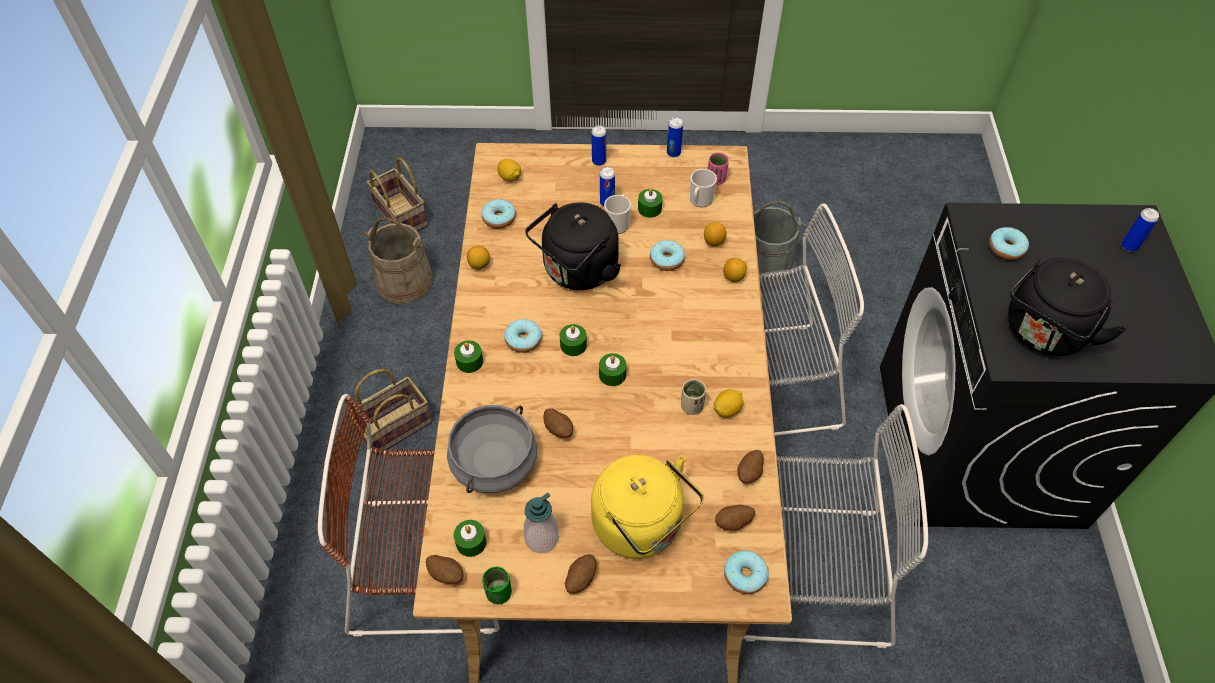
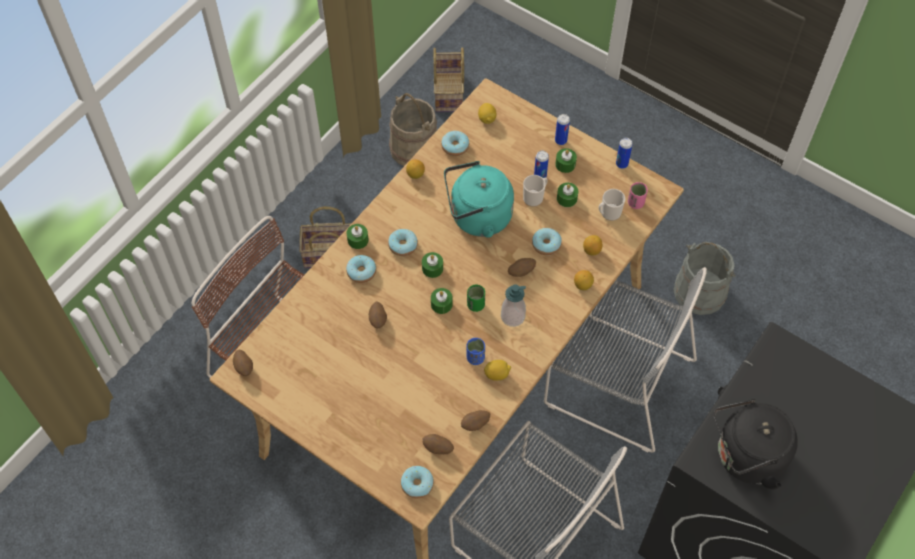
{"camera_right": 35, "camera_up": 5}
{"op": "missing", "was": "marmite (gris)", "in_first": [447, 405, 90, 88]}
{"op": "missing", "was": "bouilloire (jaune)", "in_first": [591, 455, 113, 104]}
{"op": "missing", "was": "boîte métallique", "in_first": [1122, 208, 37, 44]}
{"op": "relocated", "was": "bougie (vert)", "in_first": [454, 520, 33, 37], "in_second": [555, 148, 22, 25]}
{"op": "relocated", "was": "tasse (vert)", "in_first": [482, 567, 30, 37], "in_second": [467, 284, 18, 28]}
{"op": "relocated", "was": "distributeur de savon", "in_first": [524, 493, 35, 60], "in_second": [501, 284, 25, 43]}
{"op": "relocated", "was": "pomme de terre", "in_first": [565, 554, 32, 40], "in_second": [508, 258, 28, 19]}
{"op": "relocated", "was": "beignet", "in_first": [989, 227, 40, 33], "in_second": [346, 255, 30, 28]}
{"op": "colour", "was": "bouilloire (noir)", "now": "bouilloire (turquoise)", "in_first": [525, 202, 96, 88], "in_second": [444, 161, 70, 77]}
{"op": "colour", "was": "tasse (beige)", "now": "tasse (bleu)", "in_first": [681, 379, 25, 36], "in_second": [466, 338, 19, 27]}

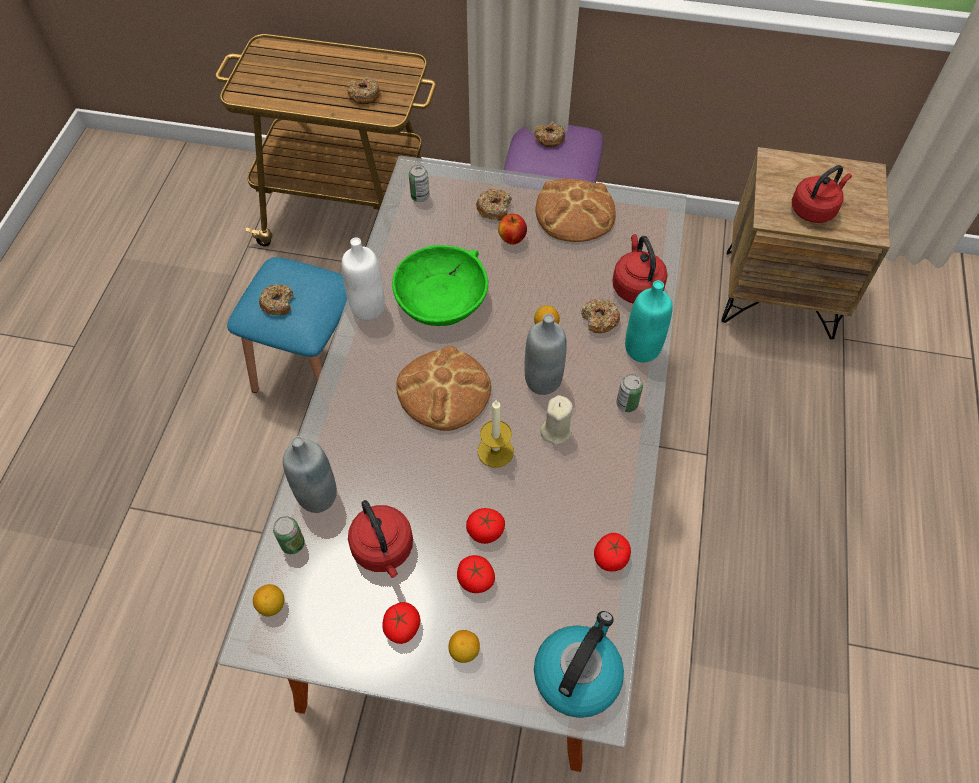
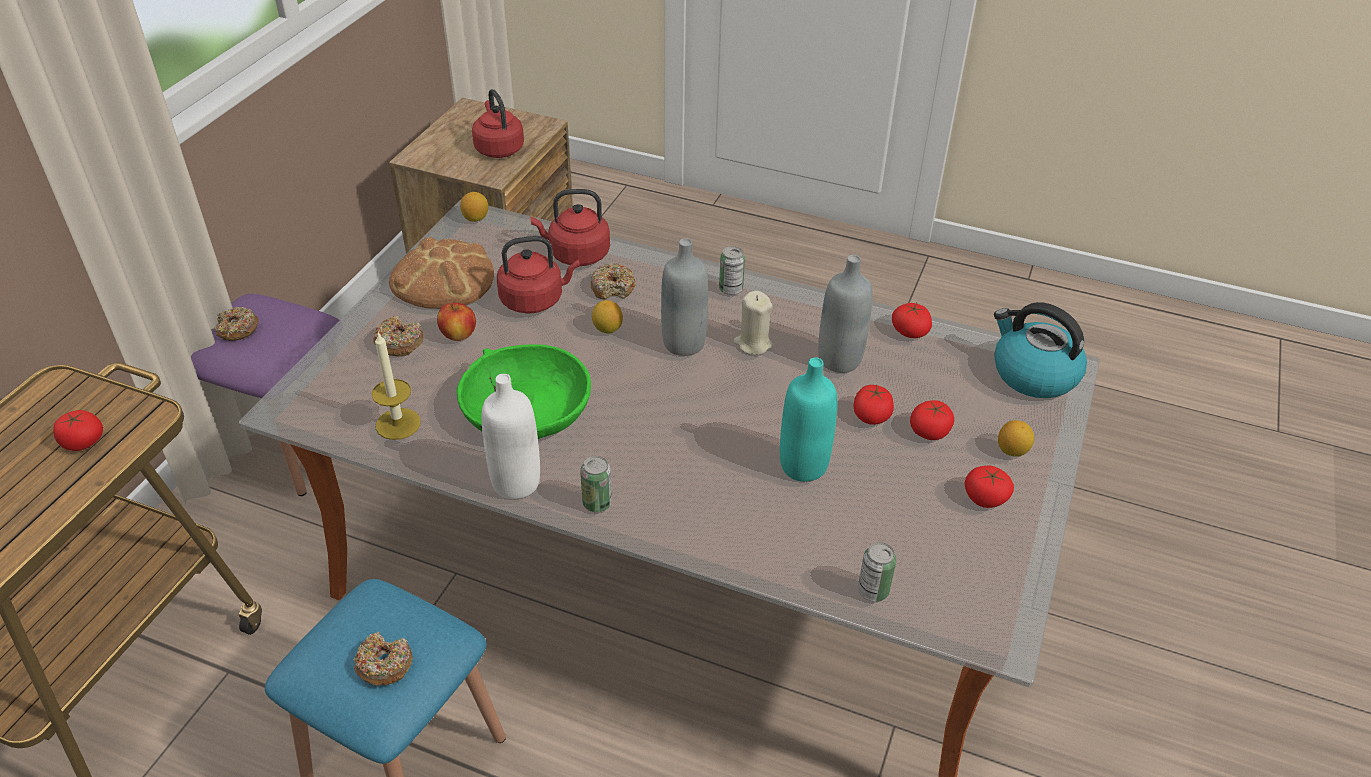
{"camera_right": -80, "camera_up": -15}
{"op": "missing", "was": "pain", "in_first": [396, 346, 95, 85]}
{"op": "relocated", "was": "citron", "in_first": [253, 584, 31, 32], "in_second": [460, 192, 28, 30]}
{"op": "relocated", "was": "bouteille (gris)", "in_first": [283, 436, 54, 77], "in_second": [818, 255, 55, 118]}
{"op": "relocated", "was": "bouilloire (rouge)", "in_first": [348, 500, 65, 78], "in_second": [497, 236, 83, 78]}
{"op": "relocated", "was": "boîte métallique", "in_first": [409, 165, 20, 37], "in_second": [580, 456, 32, 56]}
{"op": "relocated", "was": "bougie", "in_first": [478, 399, 36, 69], "in_second": [372, 332, 49, 108]}
{"op": "relocated", "was": "bouteille (turquoise)", "in_first": [625, 280, 47, 83], "in_second": [780, 358, 57, 124]}
{"op": "exchanged", "was": "beignet", "now": "tomate", "in_first": [347, 77, 34, 27], "in_second": [53, 410, 50, 41]}

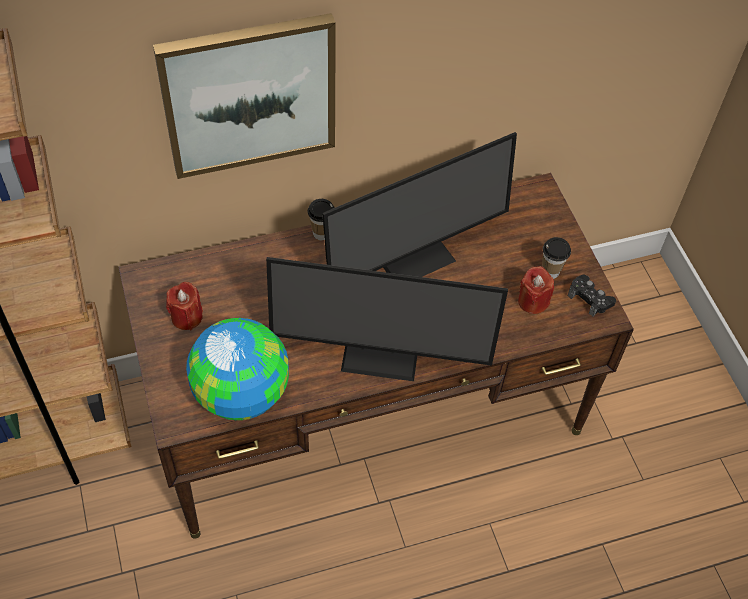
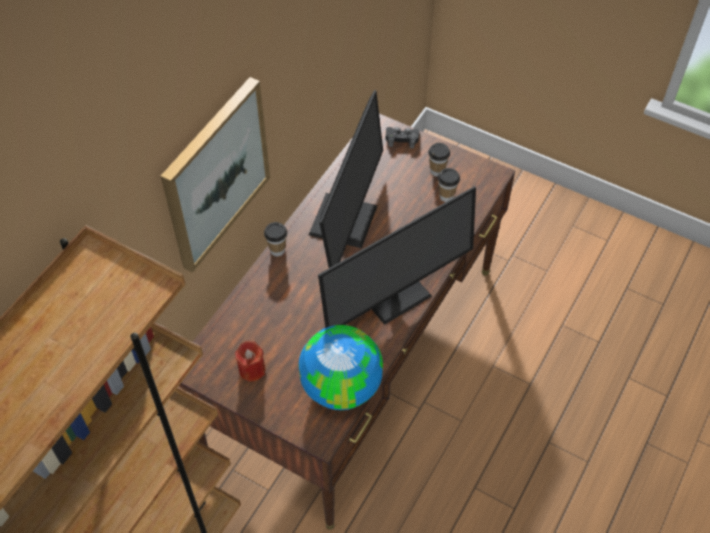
{"camera_right": -40, "camera_up": 0}
{"op": "relocated", "was": "manette (noir)", "in_first": [568, 275, 48, 42], "in_second": [385, 127, 34, 21]}
{"op": "exchanged", "was": "bougie (rouge)", "now": "tasse", "in_first": [518, 266, 36, 48], "in_second": [438, 168, 22, 34]}

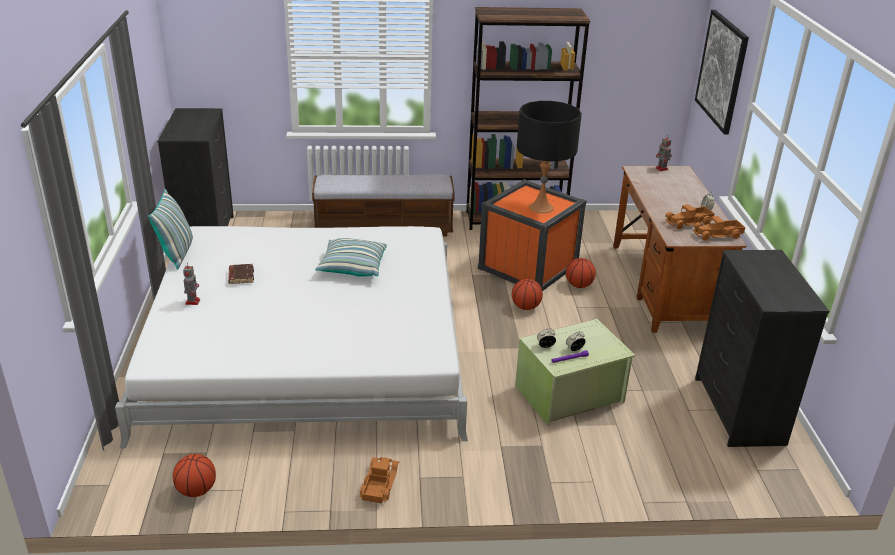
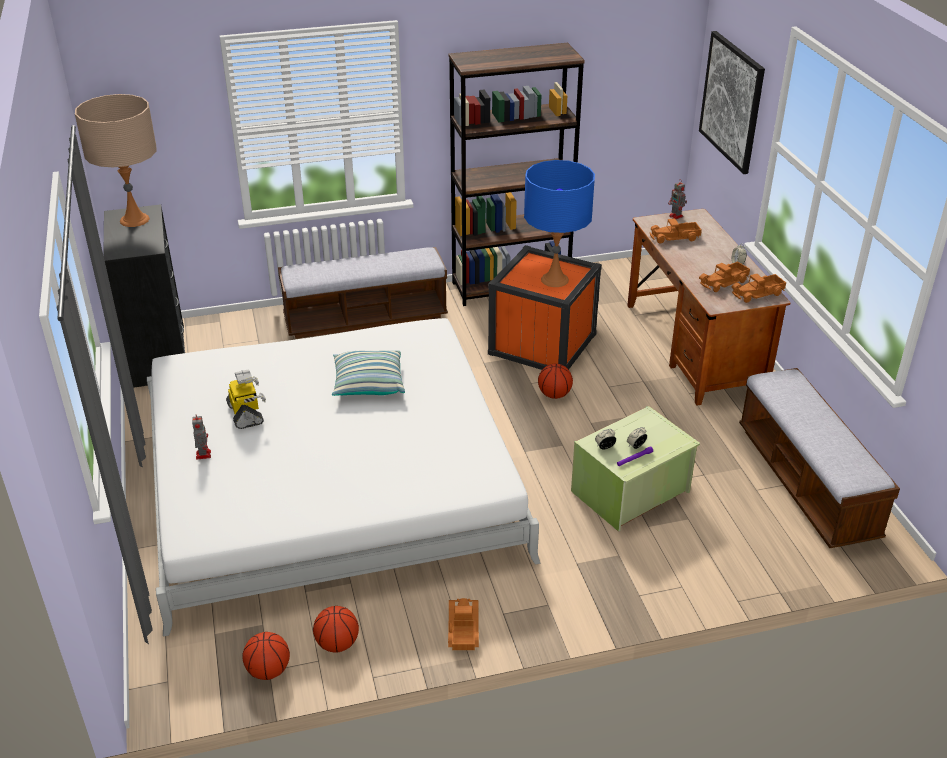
{"camera_right": -10, "camera_up": 5}
{"op": "missing", "was": "coussin", "in_first": [148, 189, 45, 81]}
{"op": "appeared", "now": "lampe de table (beige)", "in_second": [75, 94, 82, 133]}
{"op": "appeared", "now": "camion jouet", "in_second": [649, 218, 53, 26]}
{"op": "relocated", "was": "ballon de basket", "in_first": [566, 258, 30, 30], "in_second": [313, 606, 46, 47]}
{"op": "exchanged", "was": "livre (marron)", "now": "robot jouet", "in_first": [228, 264, 26, 20], "in_second": [226, 369, 40, 60]}
{"op": "exchanged", "was": "commode (noir)", "now": "banc", "in_first": [695, 250, 134, 197], "in_second": [739, 368, 161, 180]}
{"op": "colour", "was": "lampe de table (noir)", "now": "lampe de table (bleu)", "in_first": [517, 101, 65, 113], "in_second": [524, 160, 71, 127]}

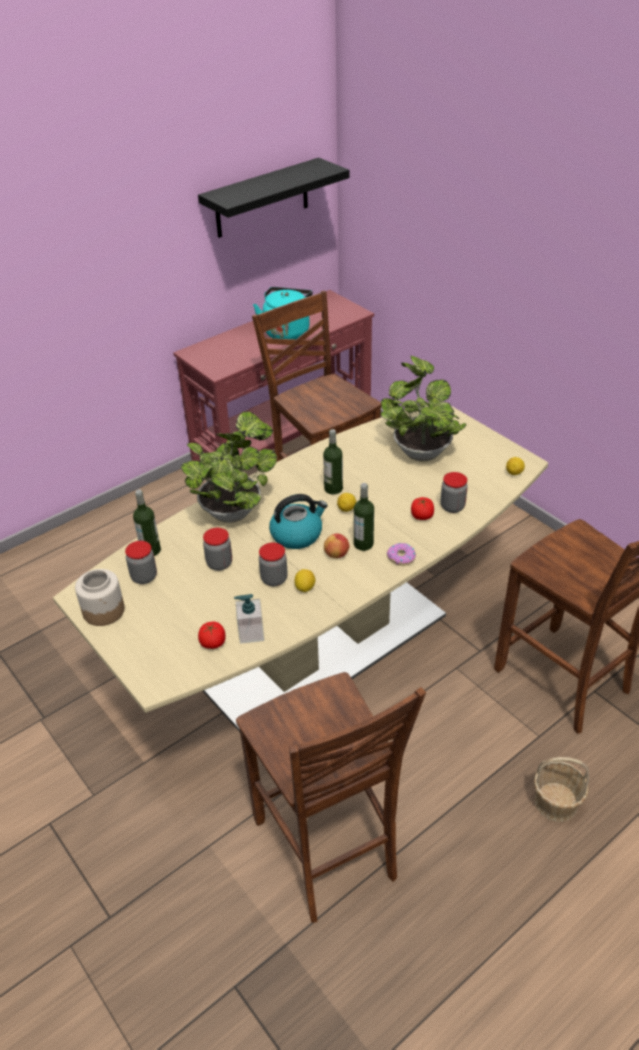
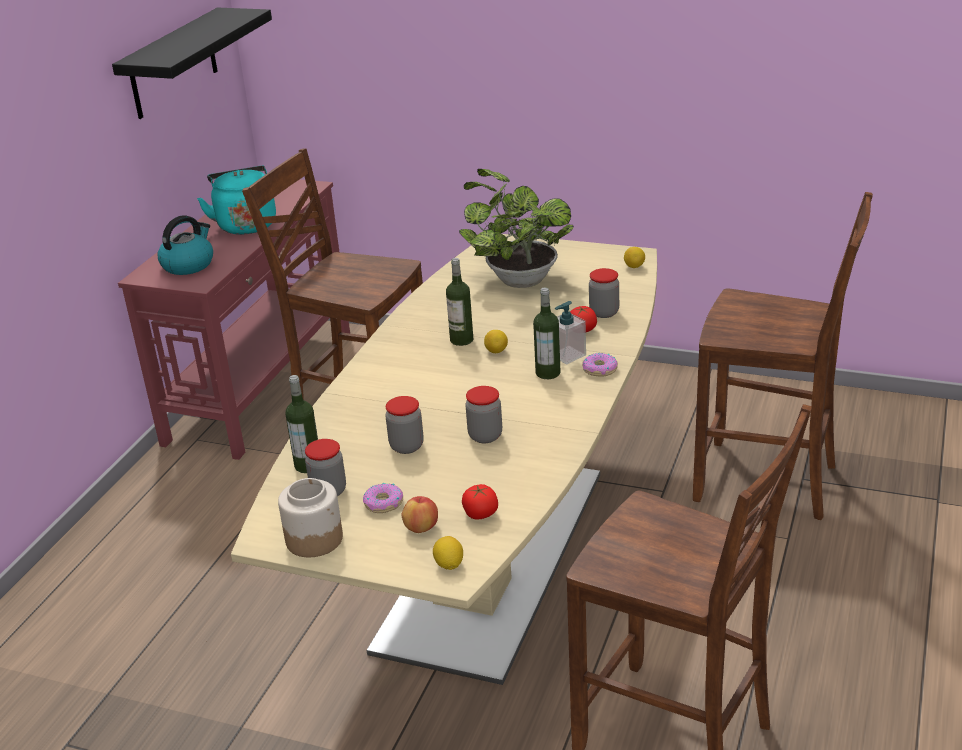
{"camera_right": -30, "camera_up": -10}
{"op": "missing", "was": "plante en pot", "in_first": [181, 411, 96, 112]}
{"op": "missing", "was": "panier", "in_first": [534, 757, 55, 65]}
{"op": "appeared", "now": "beignet", "in_second": [363, 483, 40, 30]}
{"op": "relocated", "was": "distributeur de savon", "in_first": [234, 594, 30, 50], "in_second": [555, 301, 31, 63]}
{"op": "relocated", "was": "bouilloire", "in_first": [269, 494, 59, 55], "in_second": [157, 215, 56, 60]}
{"op": "relocated", "was": "citron", "in_first": [295, 569, 20, 23], "in_second": [433, 536, 30, 34]}
{"op": "relocated", "was": "pomme", "in_first": [324, 533, 25, 25], "in_second": [402, 496, 36, 37]}

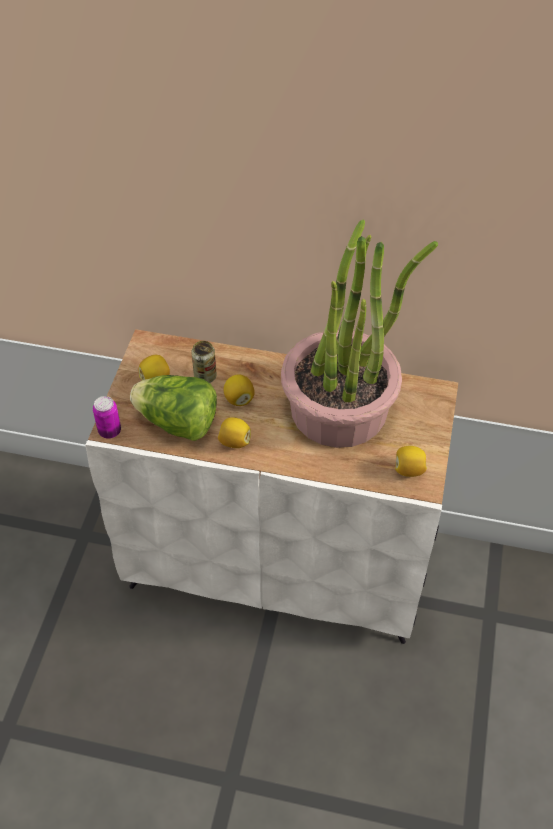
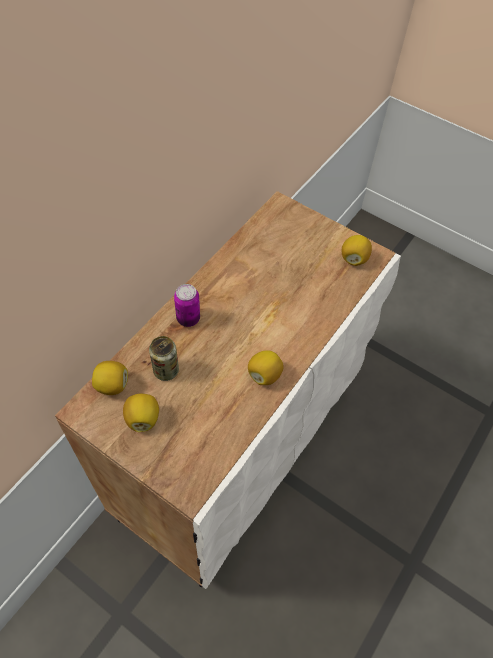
{"camera_right": -70, "camera_up": 5}
{"op": "missing", "was": "laitue", "in_first": [130, 375, 87, 66]}
{"op": "missing", "was": "plante en pot", "in_first": [281, 219, 157, 229]}
{"op": "relocated", "was": "boîte métallique", "in_first": [93, 396, 28, 43], "in_second": [174, 284, 26, 43]}
{"op": "relocated", "was": "citron", "in_first": [224, 375, 31, 31], "in_second": [92, 361, 36, 34]}

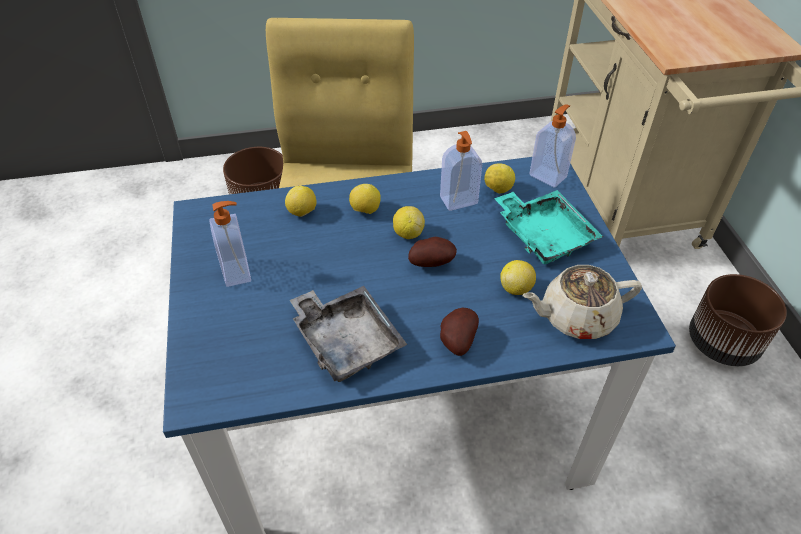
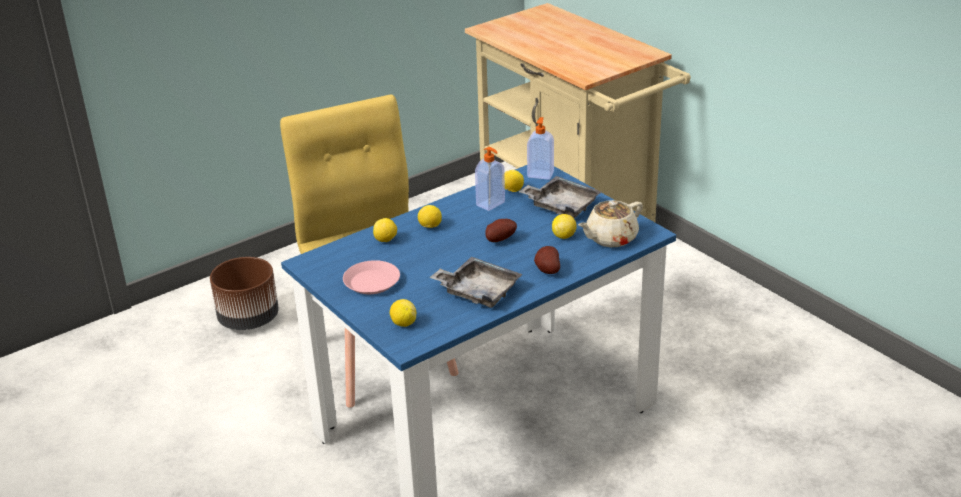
{"camera_right": -25, "camera_up": -15}
{"op": "missing", "was": "cache-pot (marron)", "in_first": [689, 274, 98, 92]}
{"op": "relocated", "was": "citron", "in_first": [393, 206, 32, 33], "in_second": [390, 299, 26, 28]}
{"op": "exchanged", "was": "distributeur de savon", "now": "assiette (rose)", "in_first": [210, 201, 41, 86], "in_second": [343, 260, 57, 34]}
{"op": "colour", "was": "plateau (turquoise)", "now": "plateau (gris)", "in_first": [494, 190, 109, 75], "in_second": [518, 176, 83, 42]}

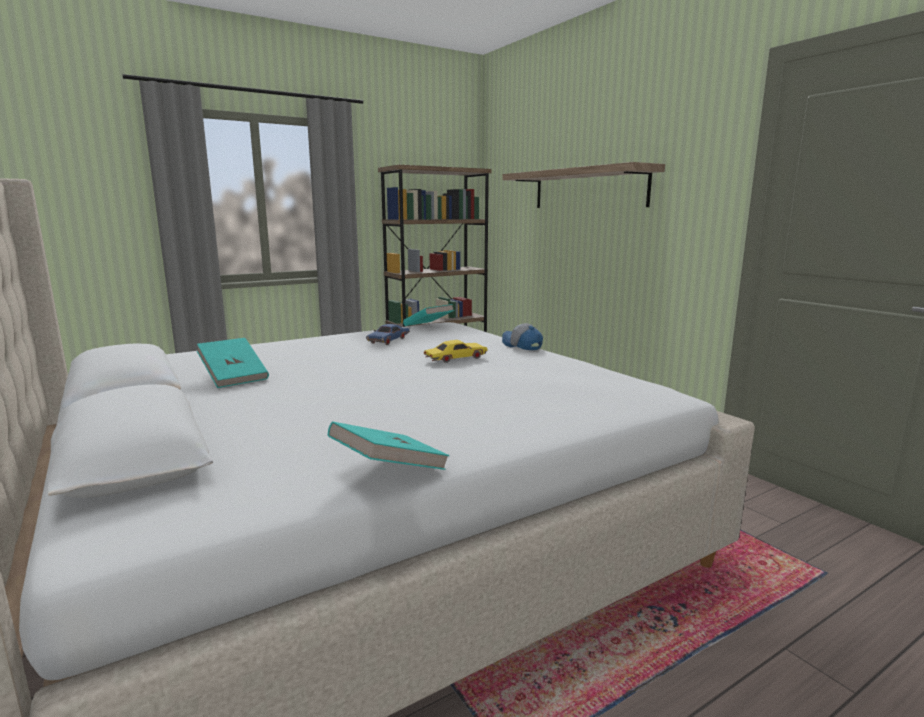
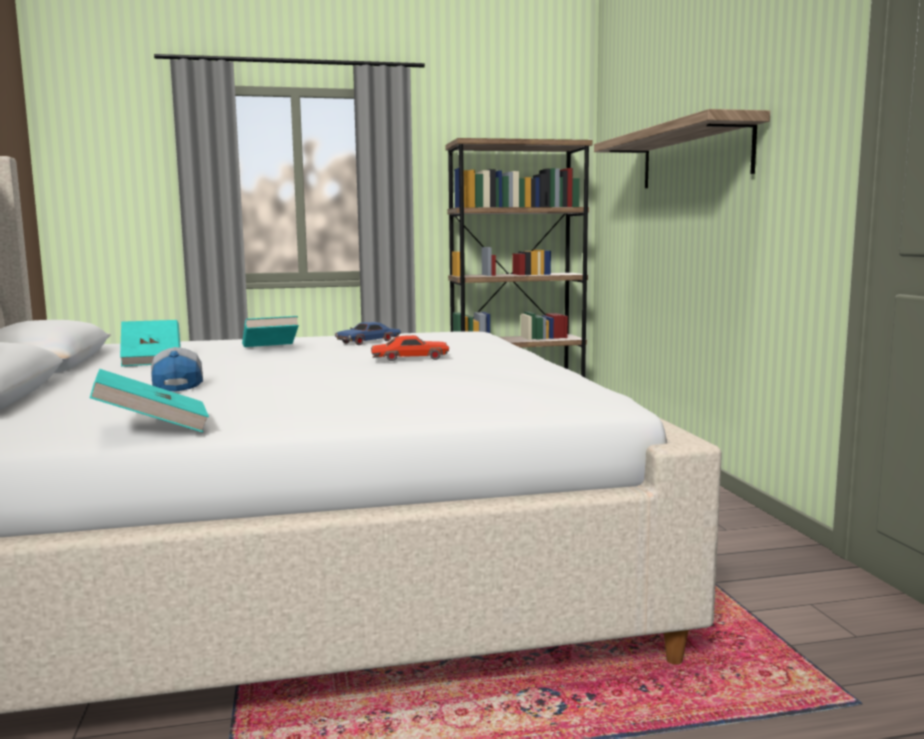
{"camera_right": 20, "camera_up": -5}
{"op": "relocated", "was": "livre (turquoise)", "in_first": [403, 304, 51, 22], "in_second": [242, 316, 57, 31]}
{"op": "relocated", "was": "casquette", "in_first": [502, 323, 41, 27], "in_second": [151, 347, 52, 45]}
{"op": "colour", "was": "petite voiture (jaune)", "now": "petite voiture (rouge)", "in_first": [424, 340, 64, 23], "in_second": [371, 335, 78, 26]}

